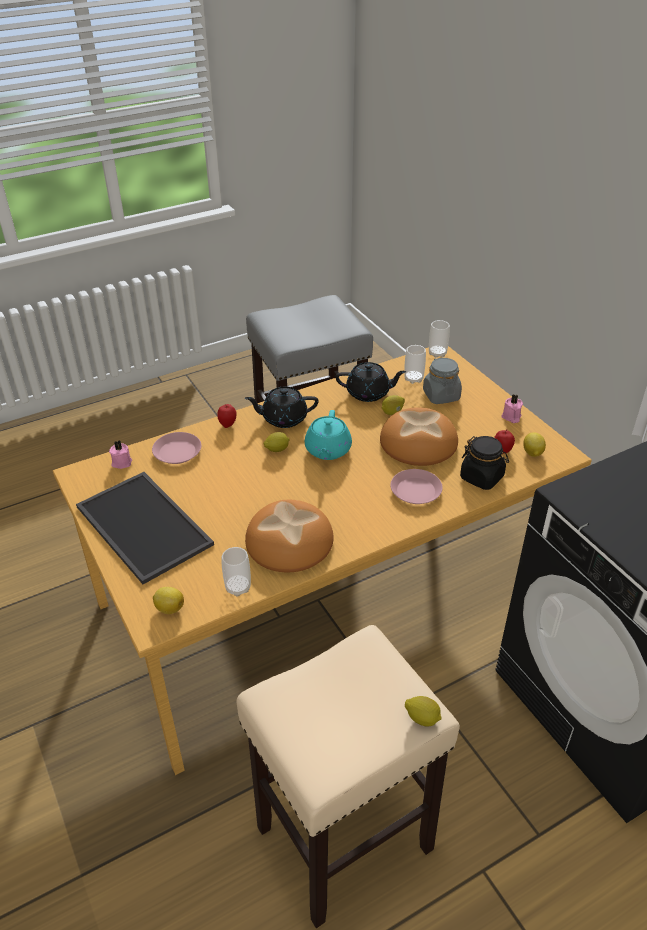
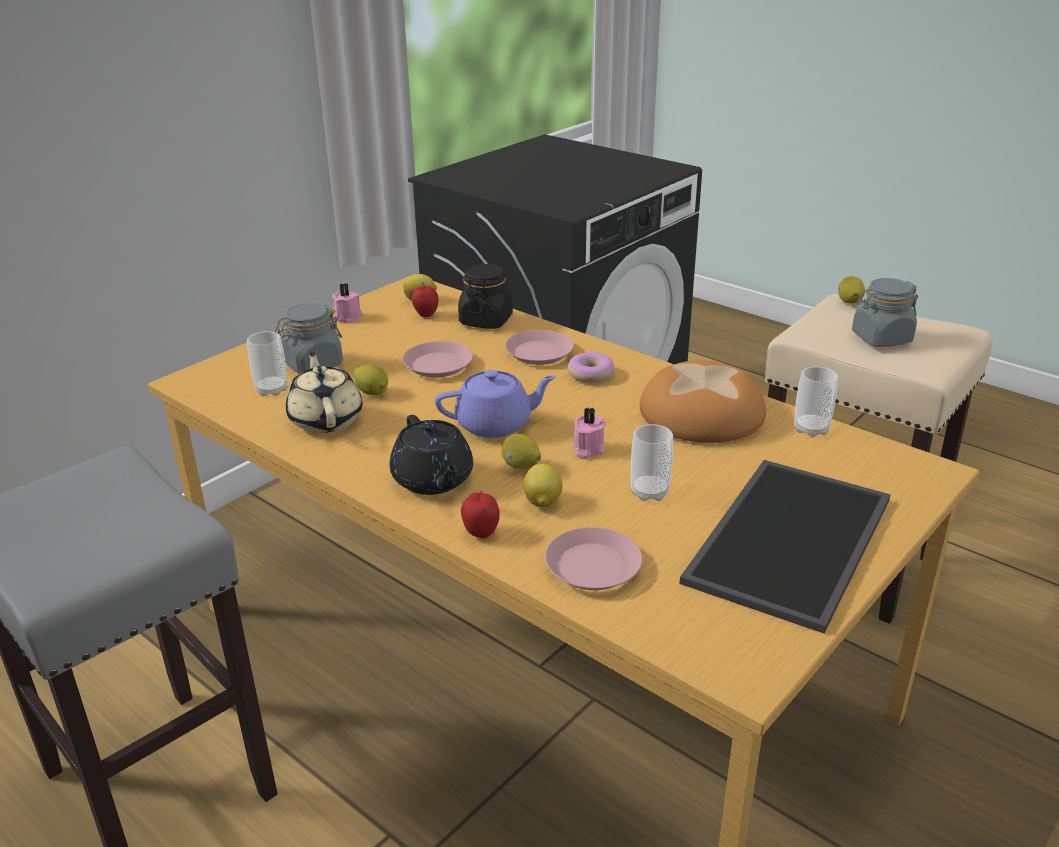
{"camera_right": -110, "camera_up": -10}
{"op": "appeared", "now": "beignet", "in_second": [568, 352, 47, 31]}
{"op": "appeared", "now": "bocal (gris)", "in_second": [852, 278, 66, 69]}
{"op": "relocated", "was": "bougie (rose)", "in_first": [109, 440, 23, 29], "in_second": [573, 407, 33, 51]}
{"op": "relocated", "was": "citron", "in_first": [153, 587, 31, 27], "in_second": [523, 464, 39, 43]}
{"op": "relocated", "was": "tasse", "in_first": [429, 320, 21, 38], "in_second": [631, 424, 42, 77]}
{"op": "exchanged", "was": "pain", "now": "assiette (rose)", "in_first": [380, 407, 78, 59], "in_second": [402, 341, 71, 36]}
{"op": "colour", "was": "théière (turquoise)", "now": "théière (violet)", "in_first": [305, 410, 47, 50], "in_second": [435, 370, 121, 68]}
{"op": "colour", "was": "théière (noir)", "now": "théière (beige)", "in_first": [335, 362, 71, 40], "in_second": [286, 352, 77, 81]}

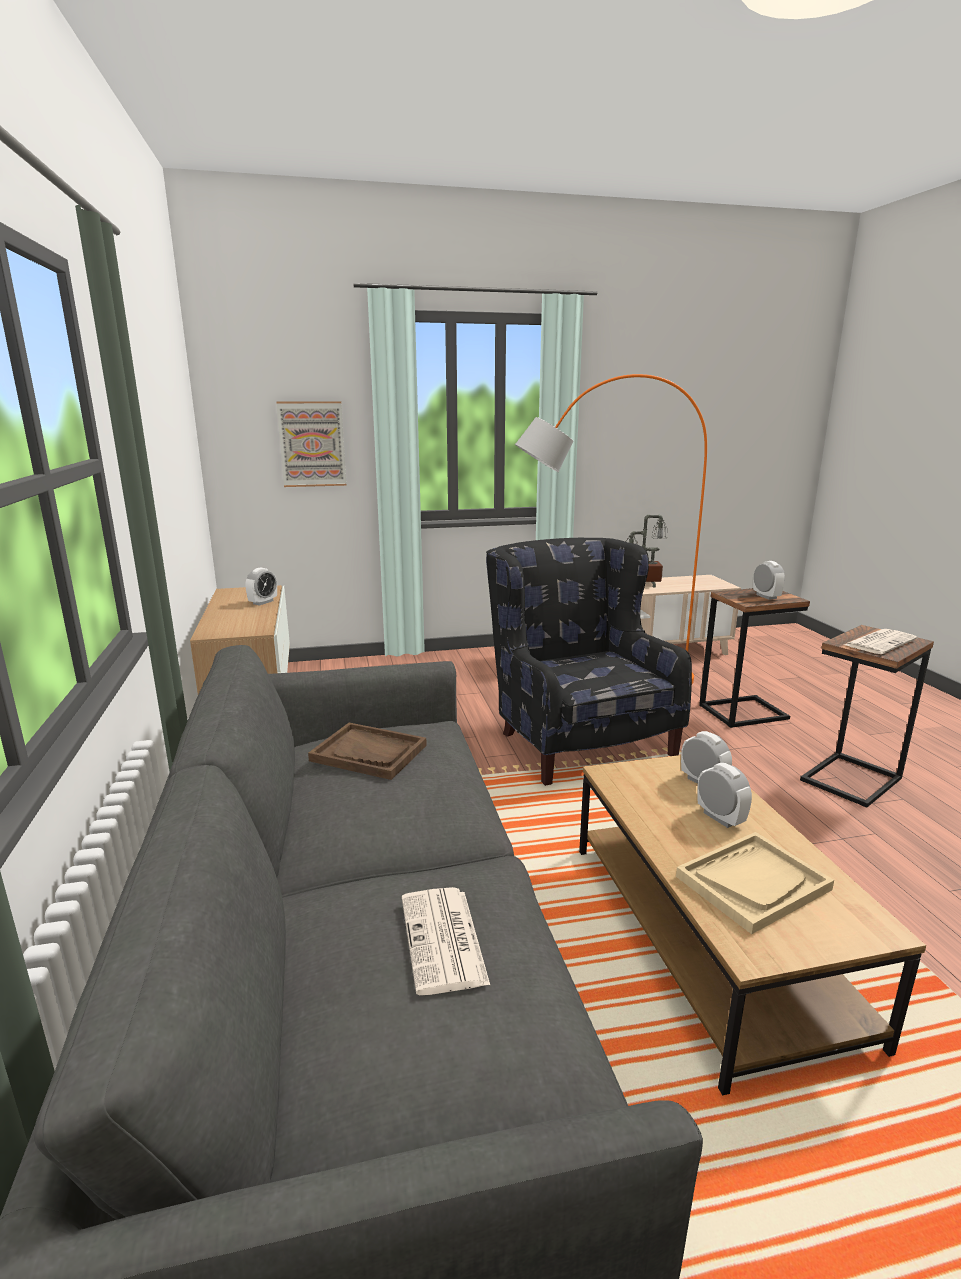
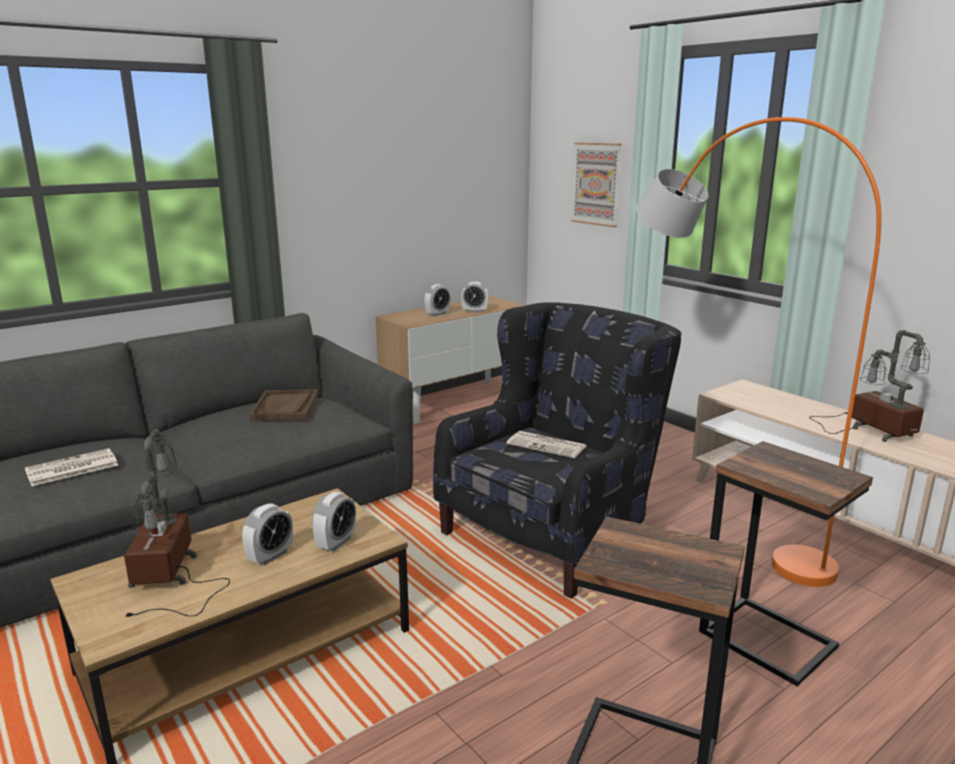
{"camera_right": 65, "camera_up": 0}
{"op": "relocated", "was": "réveil", "in_first": [753, 561, 32, 39], "in_second": [424, 284, 27, 32]}
{"op": "relocated", "was": "journal", "in_first": [844, 629, 73, 25], "in_second": [506, 431, 80, 27]}
{"op": "exchanged", "was": "plateau (beige)", "now": "lampe de table", "in_first": [676, 832, 158, 102], "in_second": [123, 429, 107, 188]}

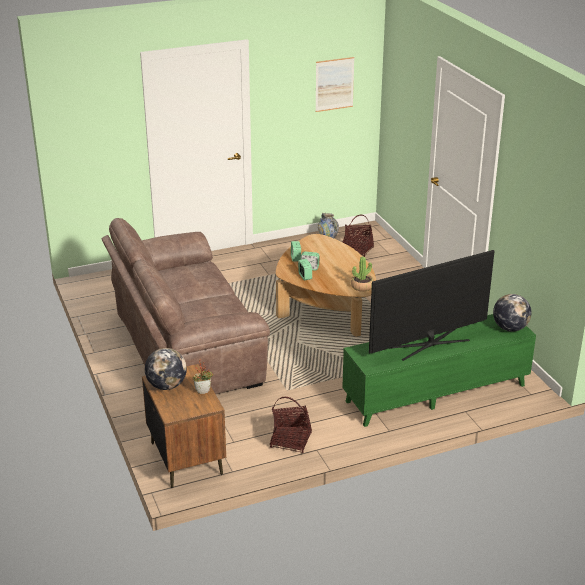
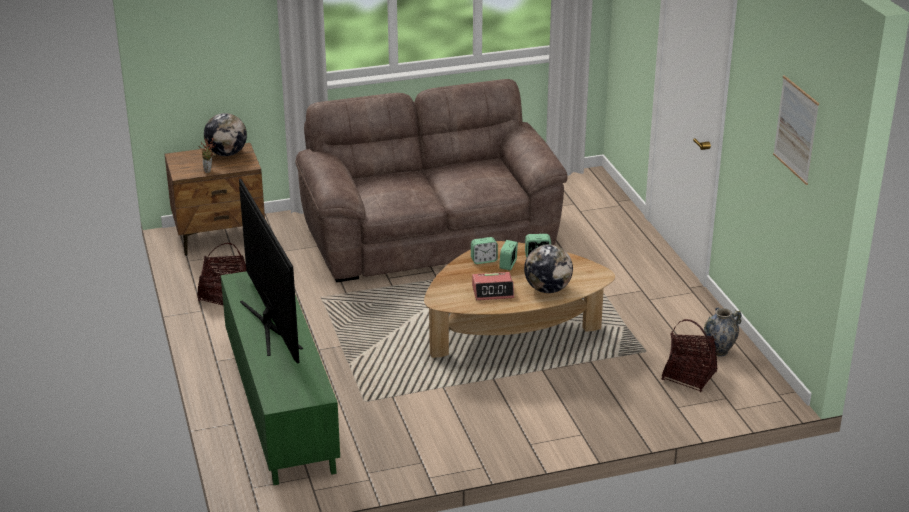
{"camera_right": 95, "camera_up": 0}
{"op": "missing", "was": "plante en pot", "in_first": [351, 257, 23, 34]}
{"op": "appeared", "now": "réveil", "in_second": [472, 272, 42, 28]}
{"op": "relocated", "was": "globe", "in_first": [493, 294, 38, 38], "in_second": [524, 244, 49, 49]}

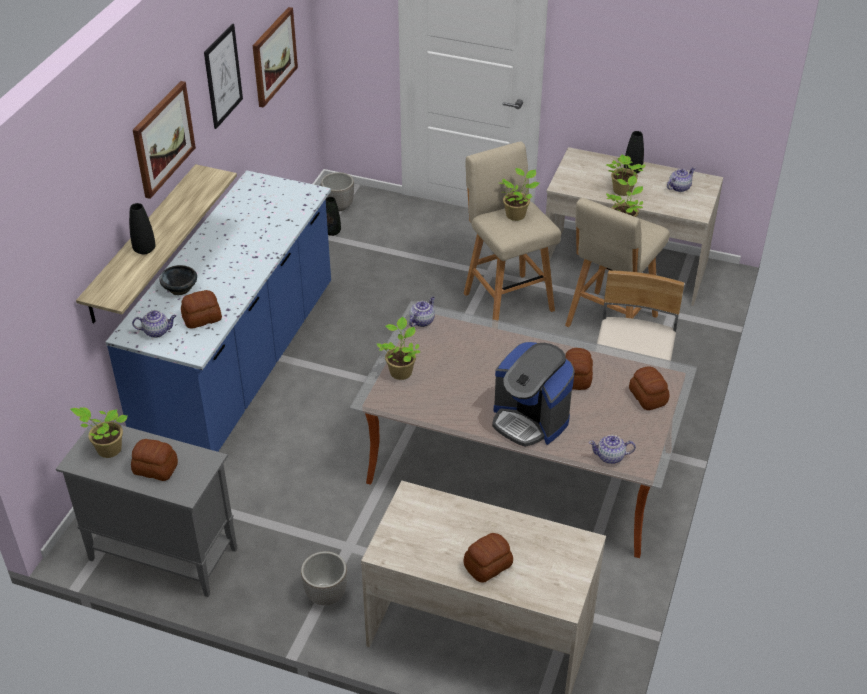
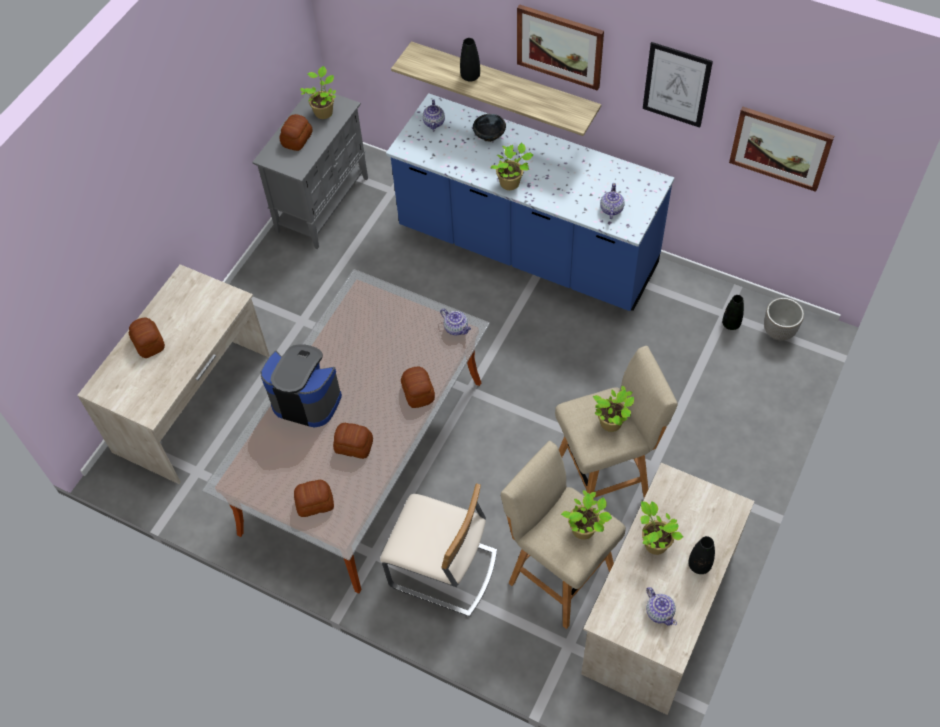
{"camera_right": 100, "camera_up": 15}
{"op": "missing", "was": "cache-pot", "in_first": [301, 551, 46, 55]}
{"op": "relocated", "was": "pain", "in_first": [181, 290, 41, 39], "in_second": [401, 367, 34, 41]}
{"op": "relocated", "was": "plante en pot", "in_first": [377, 316, 43, 64], "in_second": [491, 143, 42, 47]}
{"op": "relocated", "was": "théière", "in_first": [589, 435, 47, 29], "in_second": [600, 183, 25, 36]}
{"op": "spun", "was": "machine à café", "in_first": [492, 342, 83, 105], "in_second": [261, 344, 81, 83], "clockwise": 60}

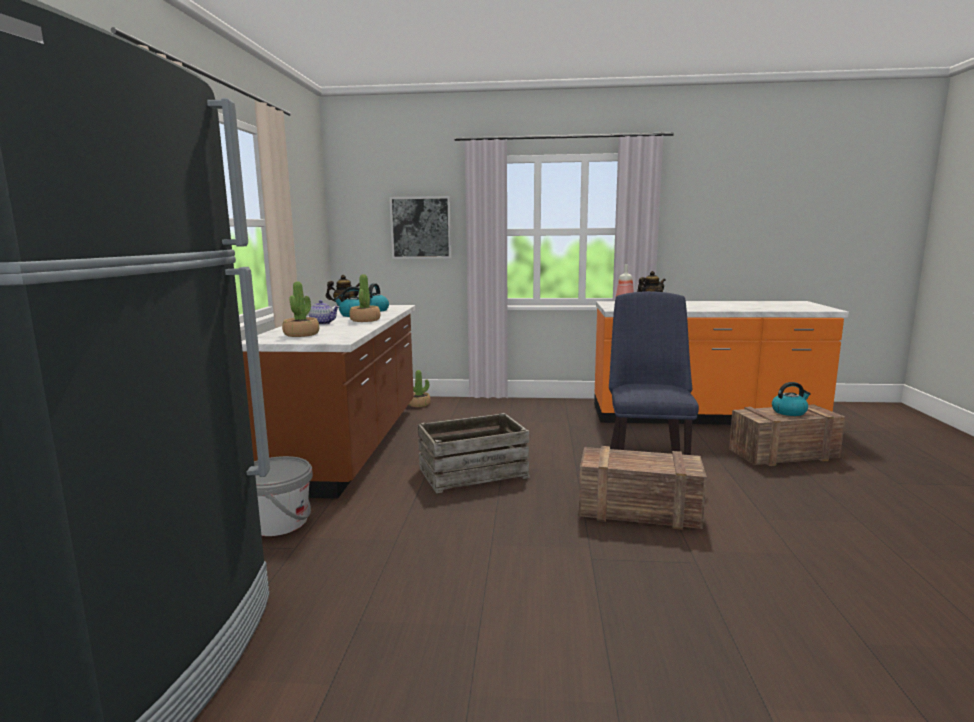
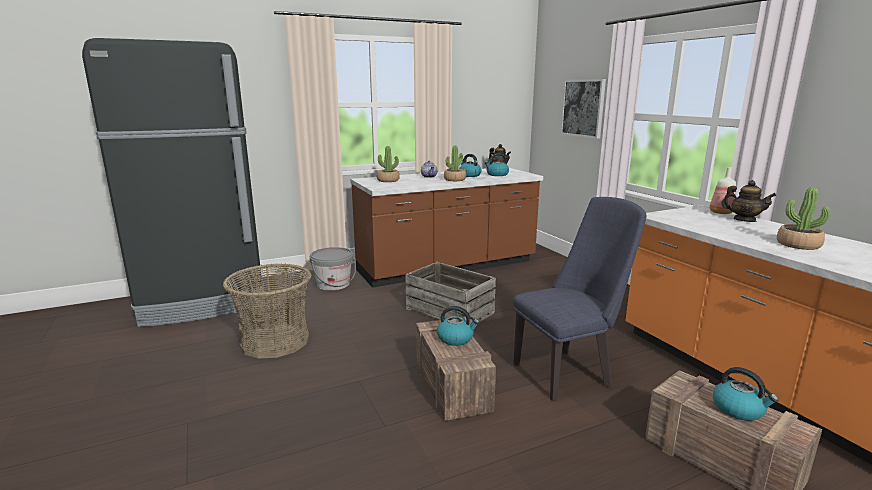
{"camera_right": 60, "camera_up": 5}
{"op": "appeared", "now": "panier", "in_second": [223, 264, 88, 95]}
{"op": "appeared", "now": "bouilloire", "in_second": [437, 306, 42, 40]}
{"op": "relocated", "was": "plante en pot", "in_first": [408, 370, 23, 37], "in_second": [777, 187, 53, 63]}

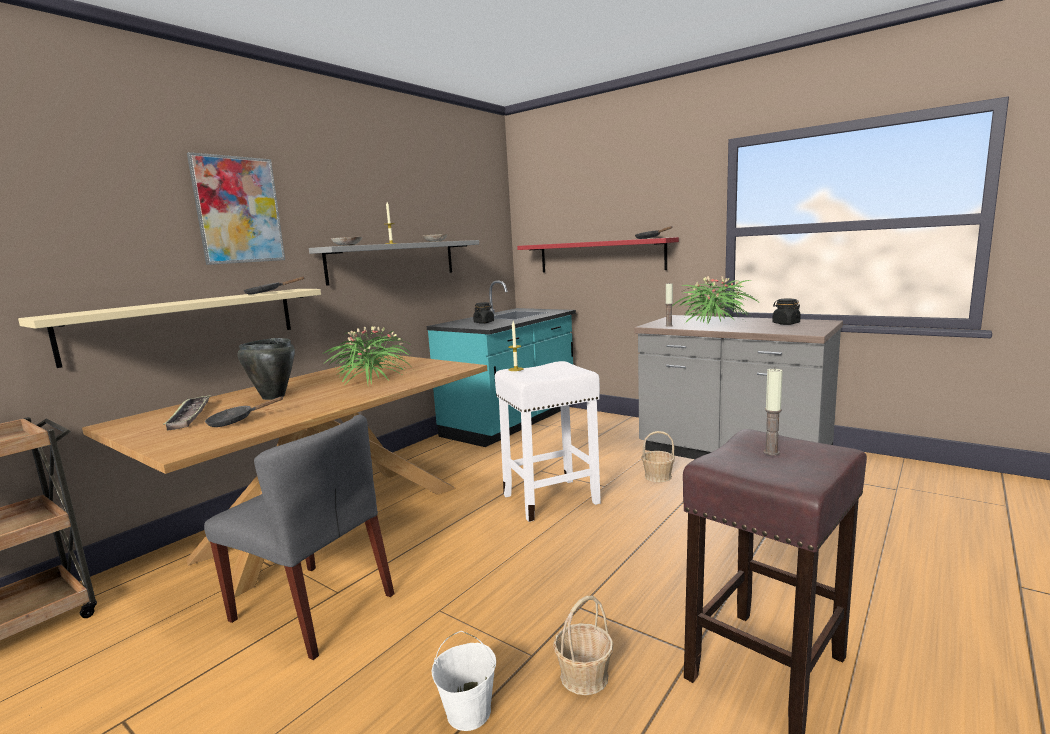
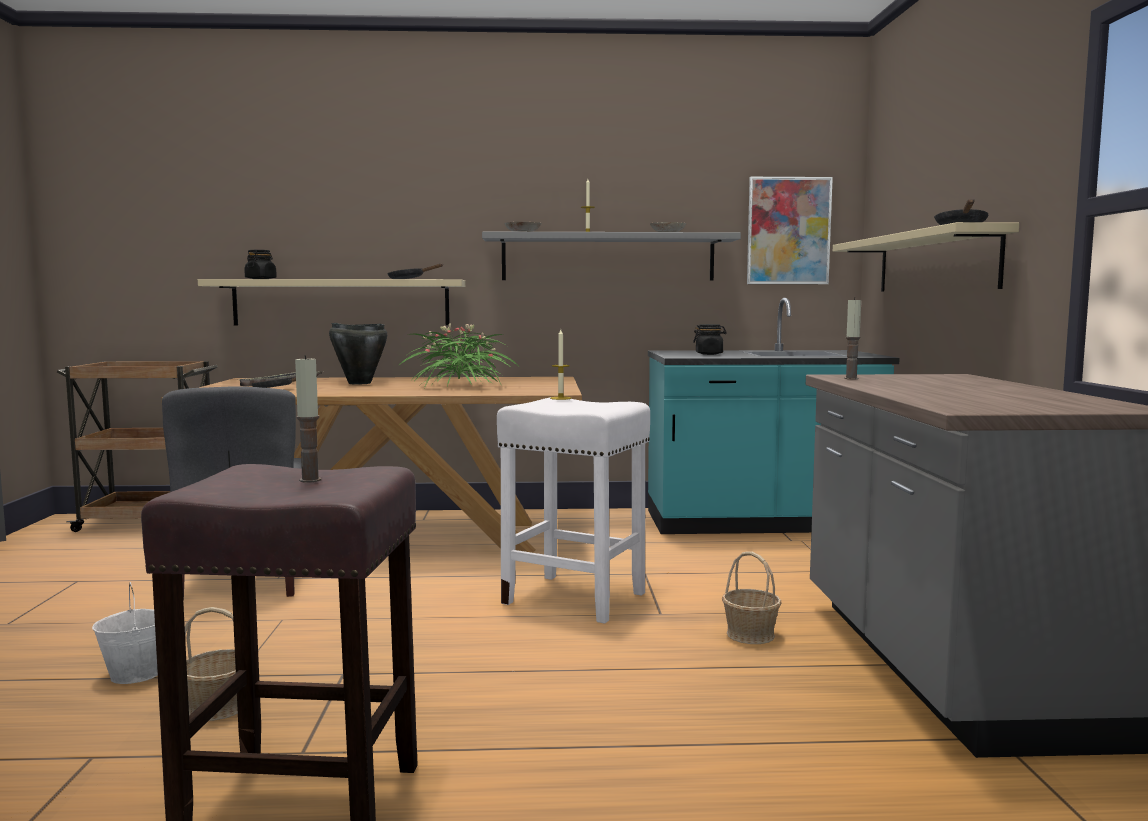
{"camera_right": 50, "camera_up": -5}
{"op": "missing", "was": "plante en pot", "in_first": [672, 276, 86, 47]}
{"op": "relocated", "was": "tableau", "in_first": [187, 152, 98, 113], "in_second": [747, 177, 86, 107]}
{"op": "relocated", "was": "bocal (noir)", "in_first": [772, 299, 29, 26], "in_second": [244, 250, 33, 29]}
{"op": "colour", "was": "étagère (rouge)", "now": "étagère (beige)", "in_first": [517, 237, 162, 35], "in_second": [833, 222, 186, 70]}

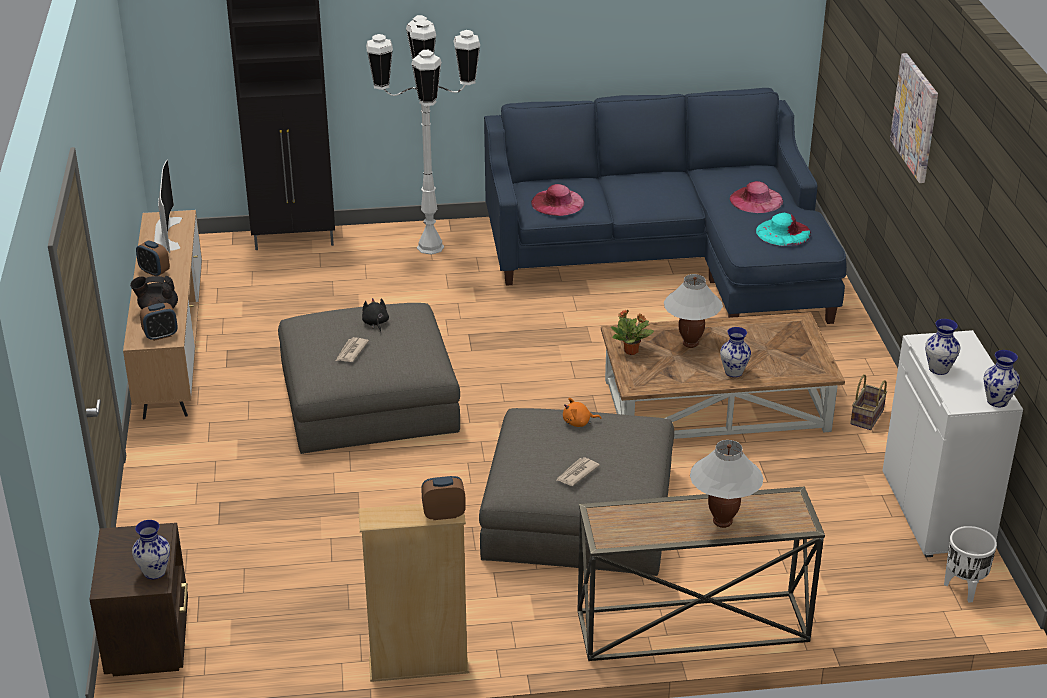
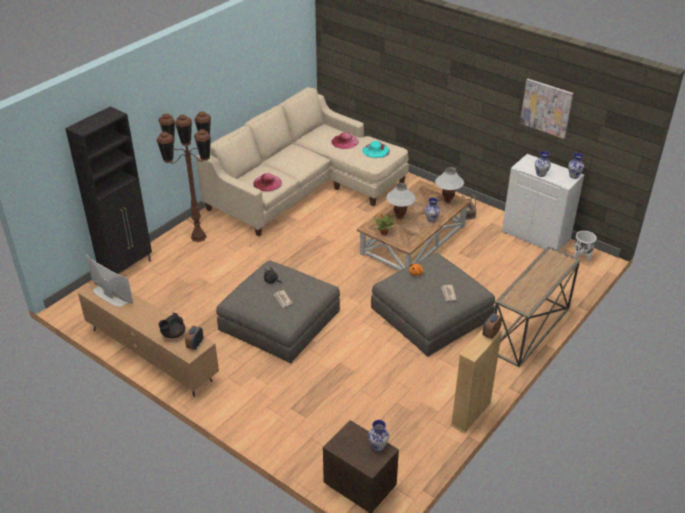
{"camera_right": -45, "camera_up": 5}
{"op": "missing", "was": "réveil", "in_first": [136, 240, 34, 36]}
{"op": "relocated", "was": "lampe de table (blanc)", "in_first": [690, 440, 73, 88], "in_second": [435, 167, 29, 36]}
{"op": "relocated", "was": "tableau", "in_first": [890, 53, 48, 130], "in_second": [520, 79, 54, 60]}
{"op": "colour", "was": "lampadaire (blanc)", "now": "lampadaire (marron)", "in_first": [366, 15, 114, 240], "in_second": [157, 111, 54, 131]}
{"op": "colour", "was": "canapé (bleu)", "now": "canapé (beige)", "in_first": [484, 88, 362, 236], "in_second": [196, 87, 213, 149]}

